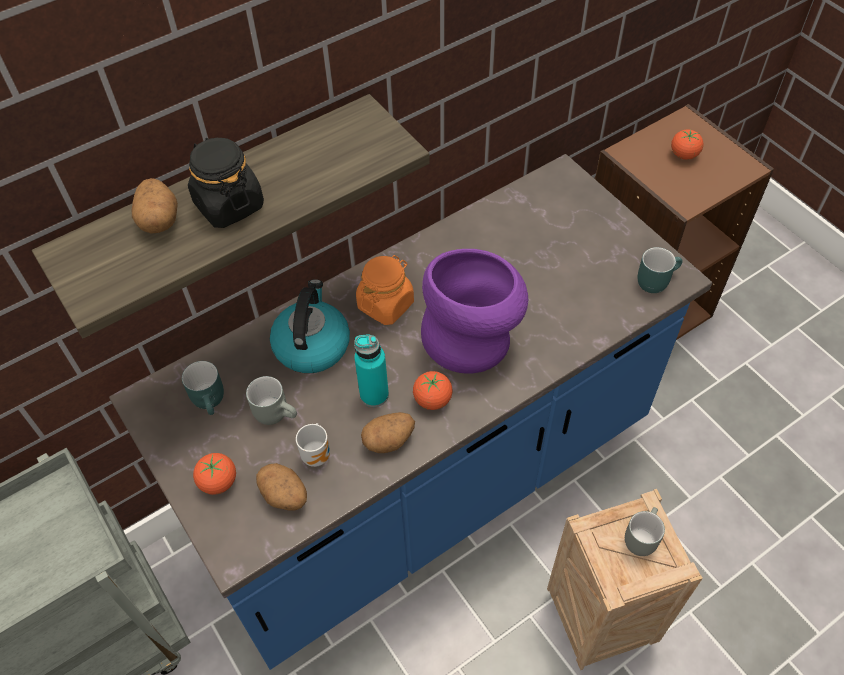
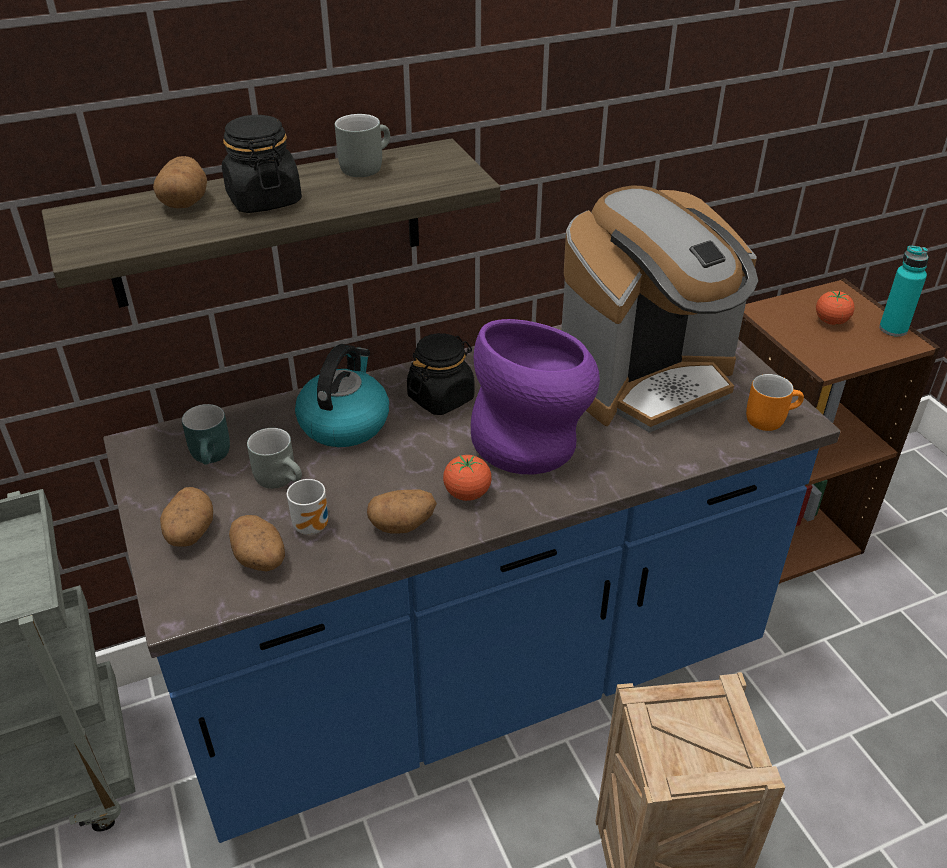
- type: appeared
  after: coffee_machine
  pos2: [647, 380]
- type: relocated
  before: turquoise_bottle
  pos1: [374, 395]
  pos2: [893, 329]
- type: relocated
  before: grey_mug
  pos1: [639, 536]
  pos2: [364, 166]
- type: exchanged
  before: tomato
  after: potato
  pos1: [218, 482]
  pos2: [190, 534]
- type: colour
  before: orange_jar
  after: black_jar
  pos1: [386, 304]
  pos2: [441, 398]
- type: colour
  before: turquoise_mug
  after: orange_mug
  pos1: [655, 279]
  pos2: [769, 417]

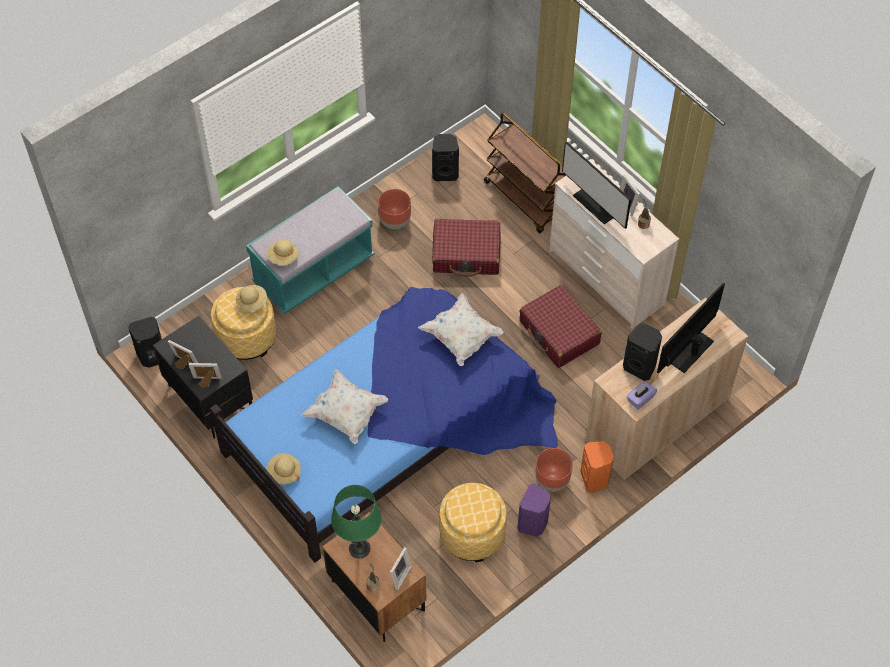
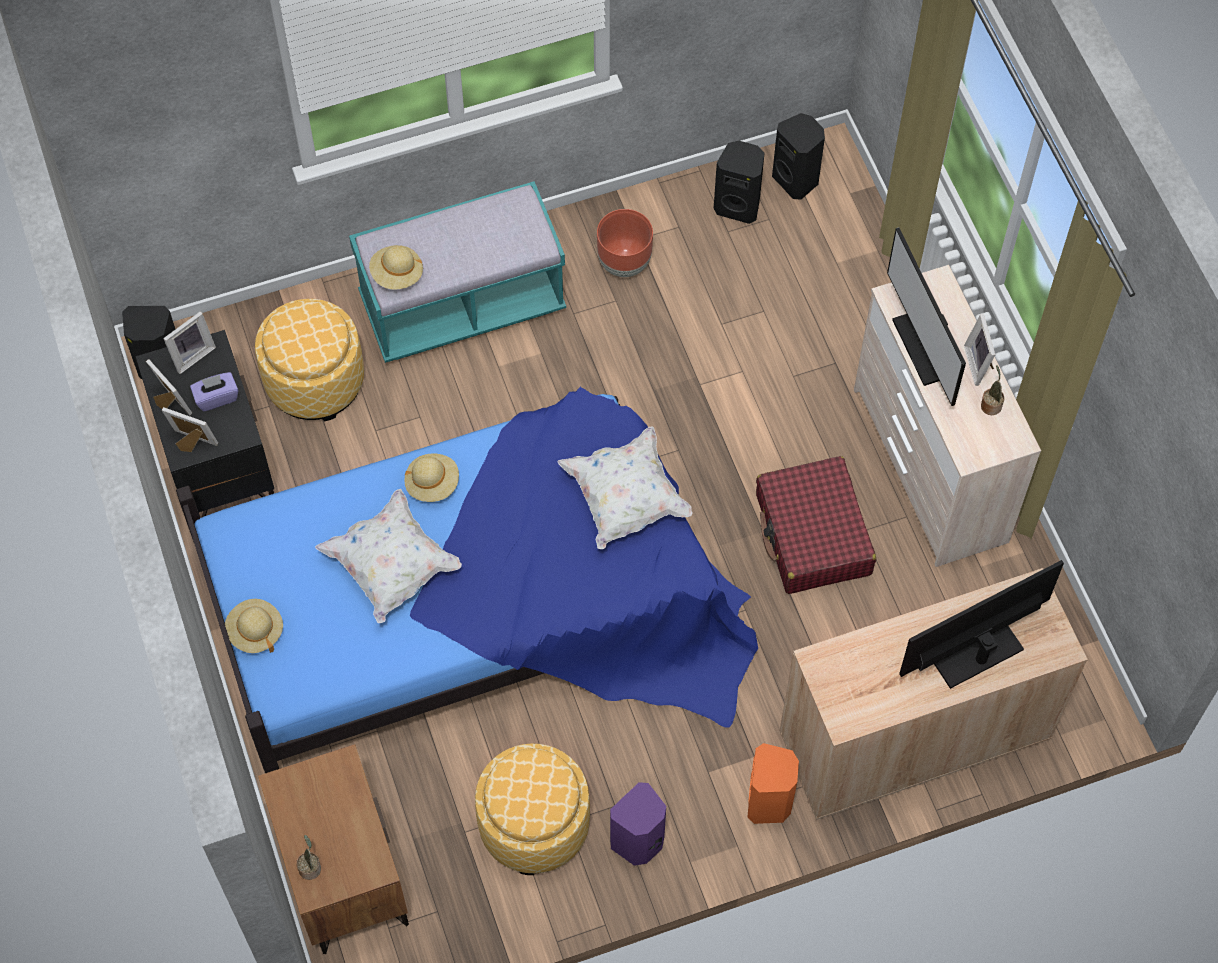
- type: missing
  before: green_table_lamp
  pos1: [359, 548]
- type: missing
  before: red_suitcase
  pos1: [466, 254]
- type: missing
  before: brown_cart
  pos1: [526, 199]
- type: missing
  before: brown_planter
  pos1: [551, 481]
- type: relocated
  before: beige_hat
  pos1: [252, 302]
  pos2: [432, 484]
- type: relocated
  before: picture_frame
  pos1: [398, 575]
  pos2: [191, 354]
- type: relocated
  before: black_speaker
  pos1: [640, 366]
  pos2: [796, 179]
- type: relocated
  before: purple_tissue_box
  pos1: [640, 399]
  pos2: [216, 397]

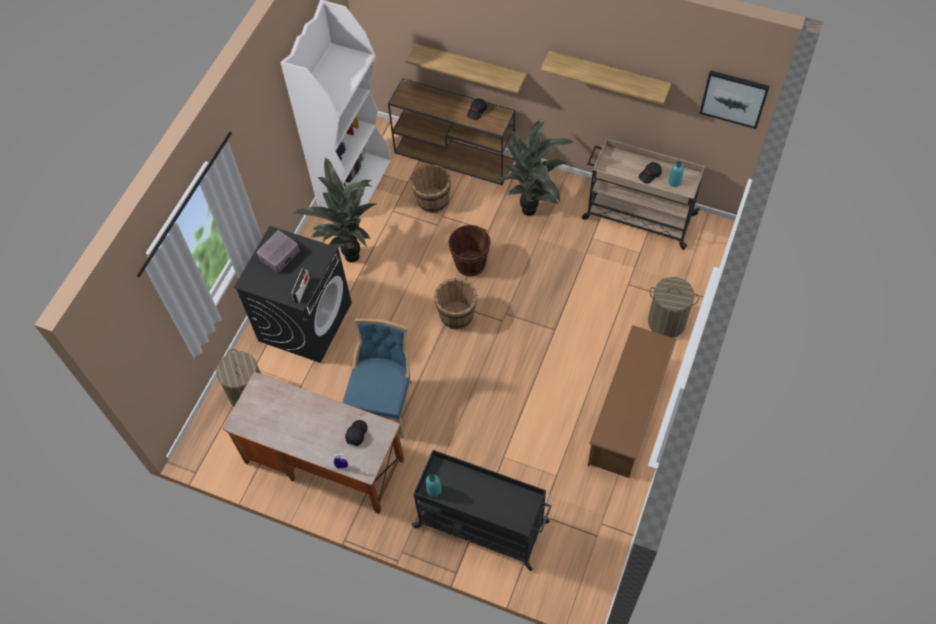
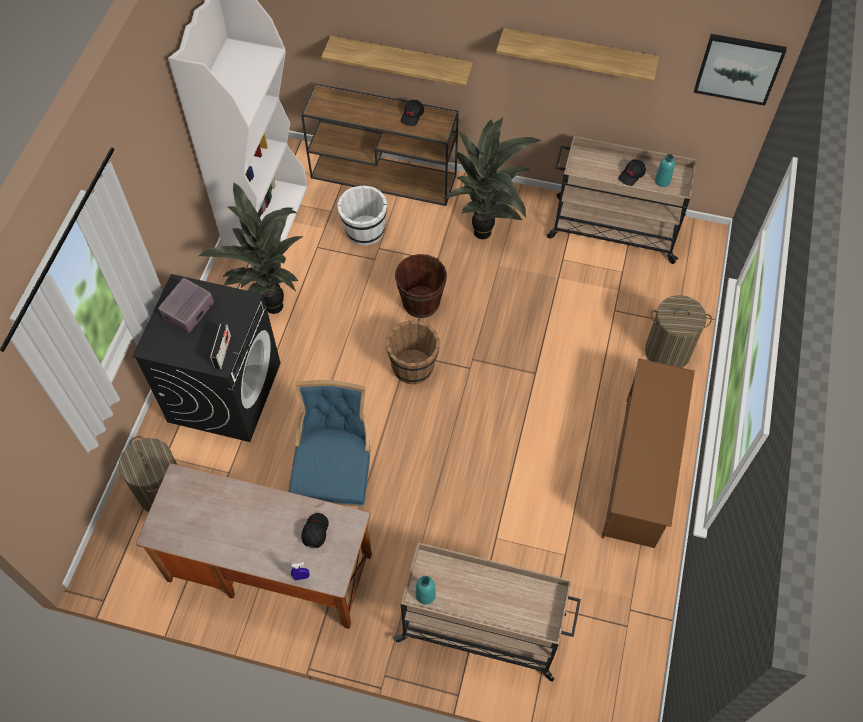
- type: colour
  before: brown_bucket
  after: white_bucket
  pos1: [432, 201]
  pos2: [364, 231]
- type: colour
  before: black_cart
  after: beige_cart
  pos1: [483, 525]
  pos2: [483, 628]

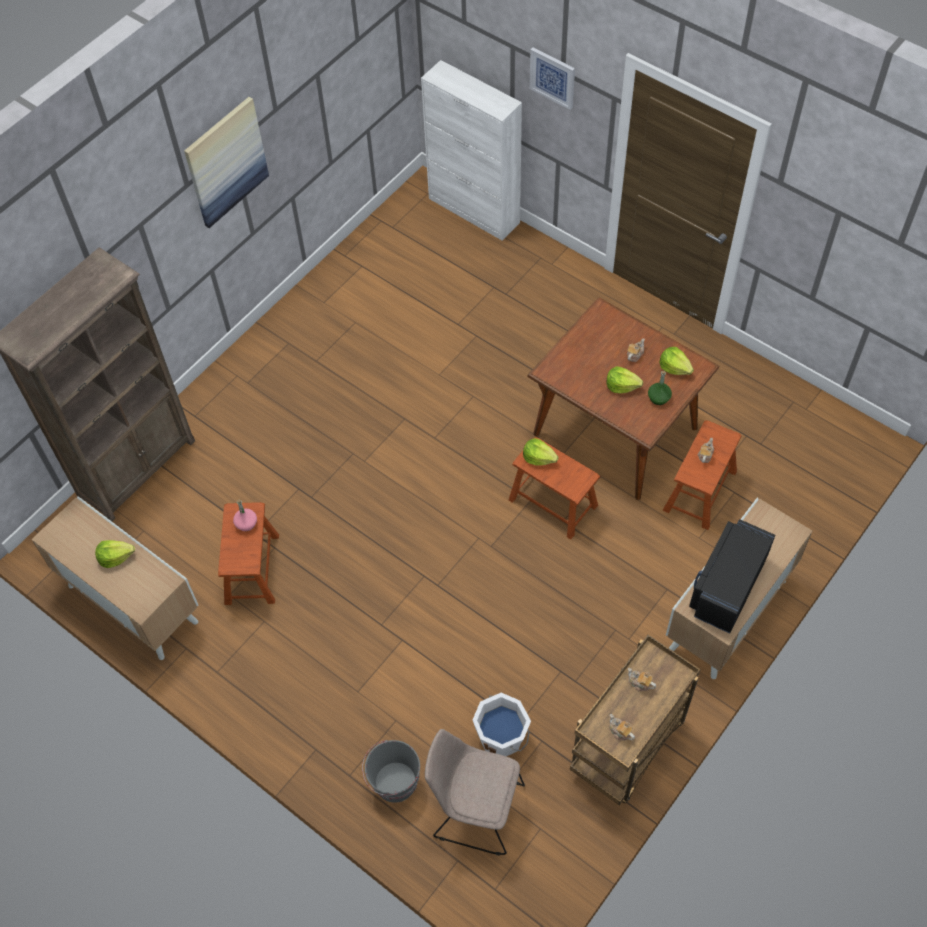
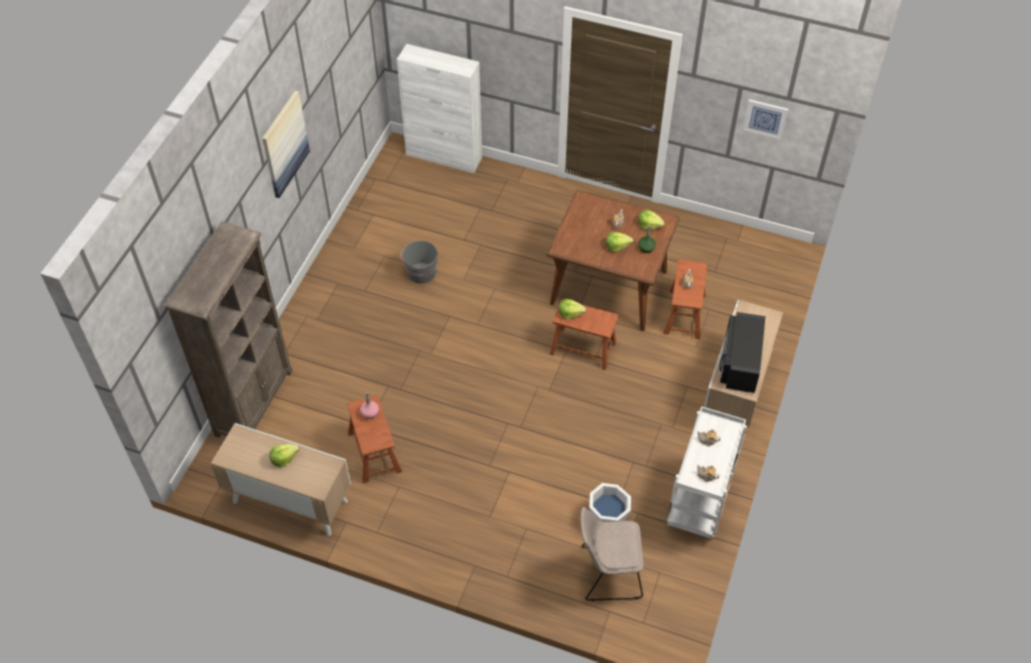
- type: relocated
  before: grey_bucket
  pos1: [394, 782]
  pos2: [421, 273]
- type: relocated
  before: picture
  pos1: [552, 77]
  pos2: [765, 118]
- type: colour
  before: brown_cart
  after: white_cart
  pos1: [628, 748]
  pos2: [700, 500]

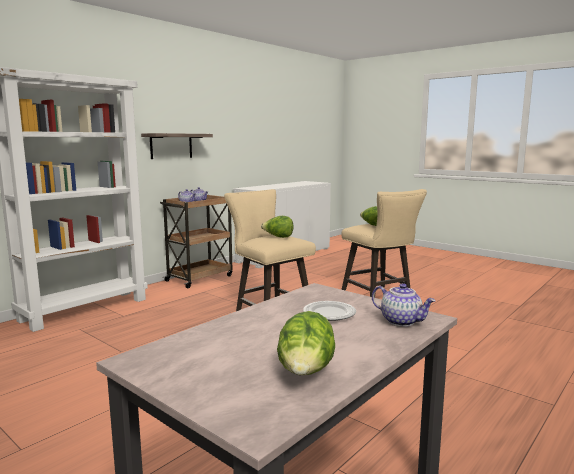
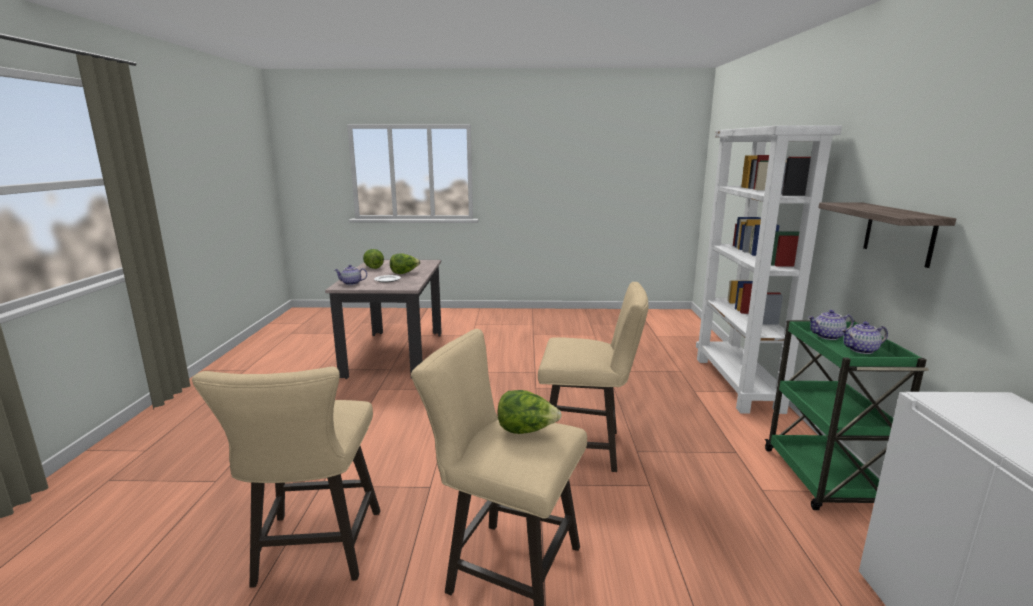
- type: appeared
  after: beige_stool
  pos2: [315, 553]
- type: relocated
  before: lettuce
  pos1: [278, 237]
  pos2: [404, 273]
- type: colour
  before: brown_cart
  after: green_cart
  pos1: [200, 278]
  pos2: [823, 480]

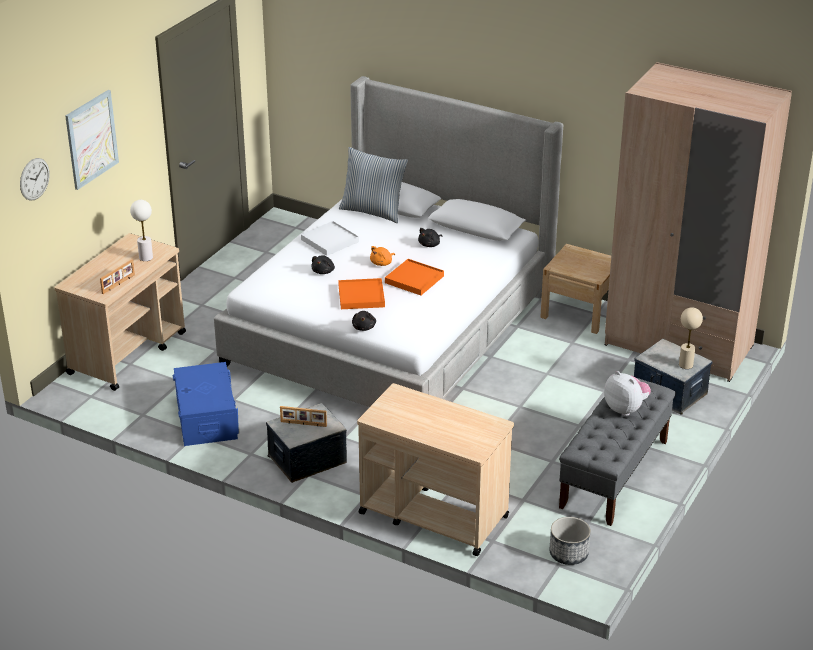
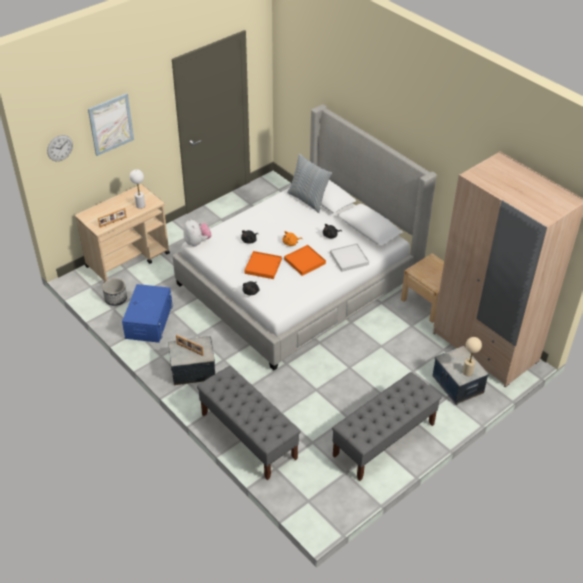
- type: relocated
  before: white_tray
  pos1: [329, 241]
  pos2: [349, 259]
- type: relocated
  before: planter
  pos1: [568, 554]
  pos2: [116, 299]
- type: relocated
  before: plush_toy
  pos1: [625, 409]
  pos2: [197, 242]
- type: exchanged
  before: beige_cart
  after: grey_bench
  pos1: [432, 514]
  pos2: [248, 436]

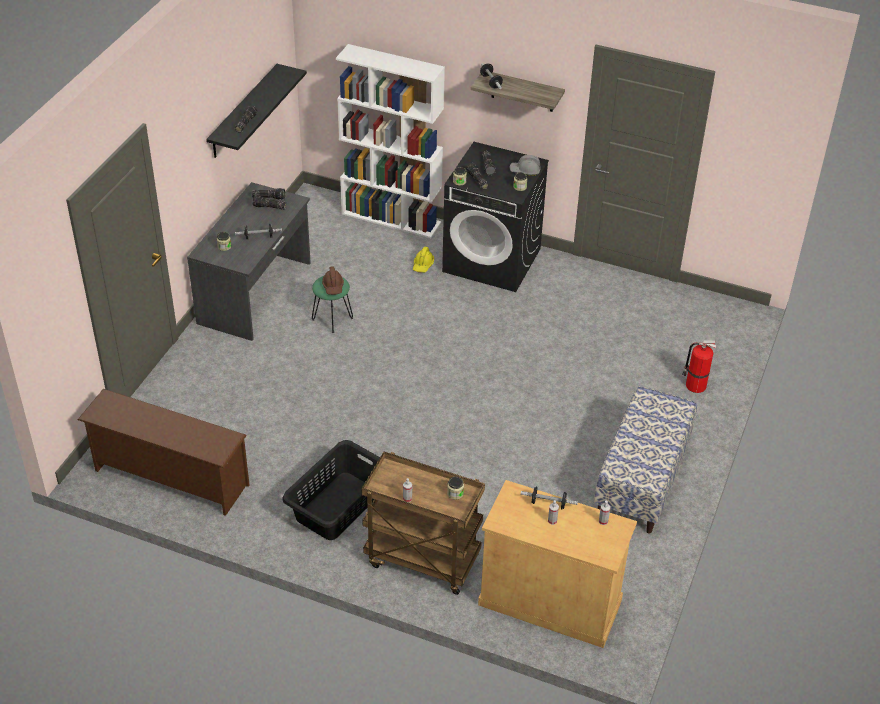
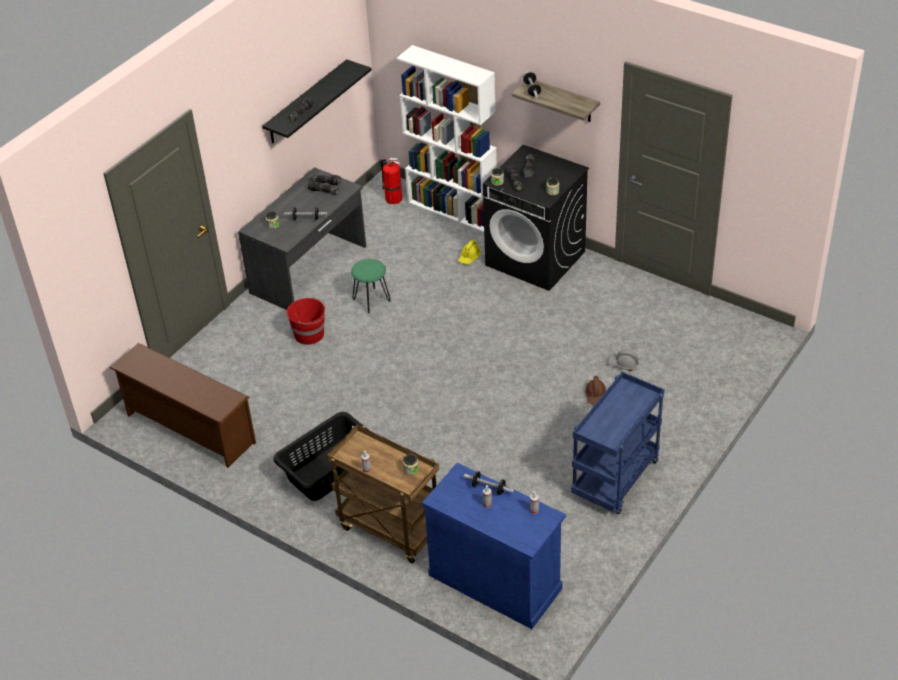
- type: appeared
  after: red_bucket
  pos2: [310, 334]
- type: relocated
  before: brown_hard_hat
  pos1: [333, 286]
  pos2: [595, 395]
- type: relocated
  before: grey_hard_hat
  pos1: [525, 171]
  pos2: [623, 364]
- type: relocated
  before: fire_extinguisher
  pos1: [694, 385]
  pos2: [392, 198]
- type: exchanged
  before: bench
  after: blue_cart
  pos1: [642, 480]
  pos2: [616, 481]
- type: colour
  before: beige_cabinet
  after: blue_cabinet
  pos1: [550, 602]
  pos2: [495, 581]

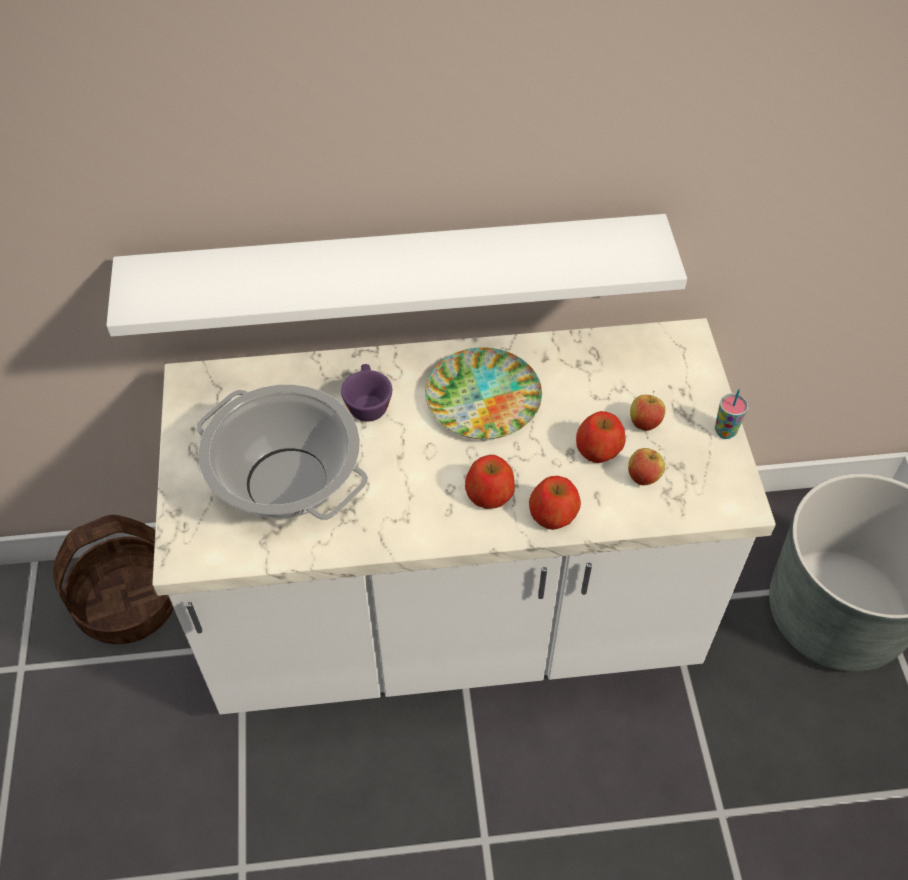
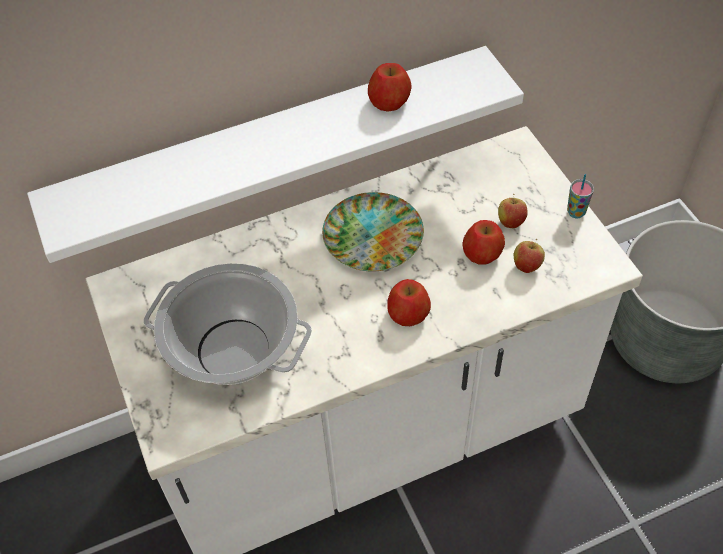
- type: missing
  before: basket
  pos1: [129, 601]
- type: missing
  before: purple_cup
  pos1: [367, 403]
- type: relocated
  before: apple
  pos1: [553, 514]
  pos2: [389, 101]

